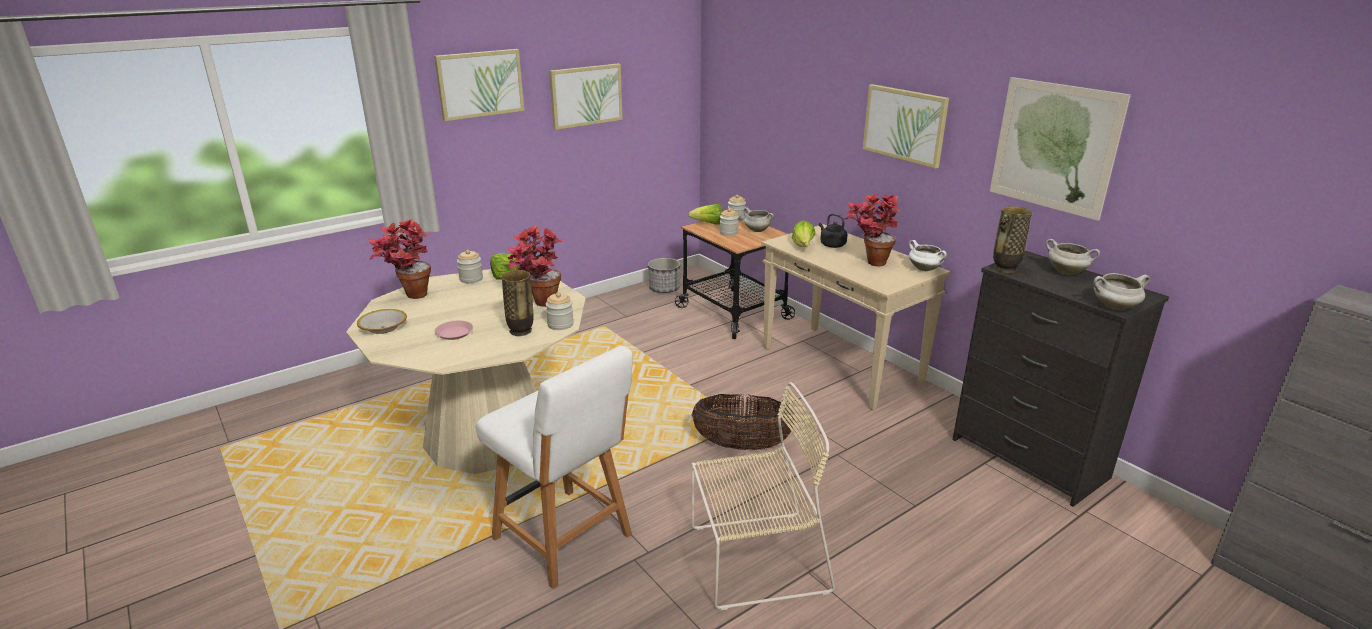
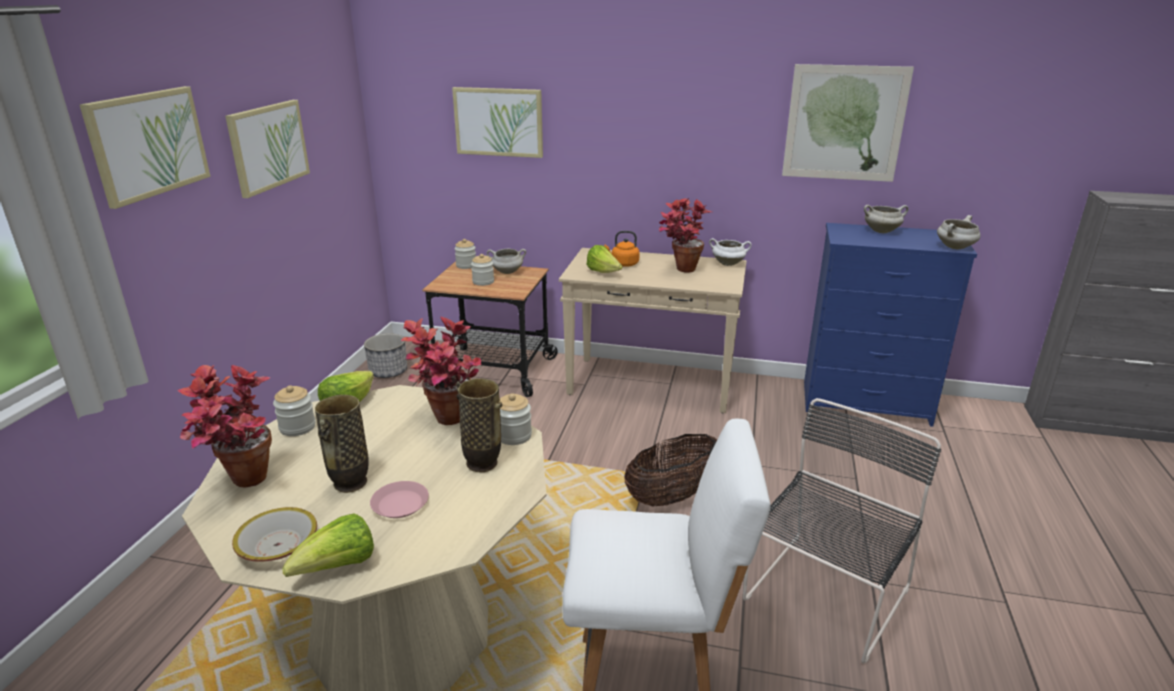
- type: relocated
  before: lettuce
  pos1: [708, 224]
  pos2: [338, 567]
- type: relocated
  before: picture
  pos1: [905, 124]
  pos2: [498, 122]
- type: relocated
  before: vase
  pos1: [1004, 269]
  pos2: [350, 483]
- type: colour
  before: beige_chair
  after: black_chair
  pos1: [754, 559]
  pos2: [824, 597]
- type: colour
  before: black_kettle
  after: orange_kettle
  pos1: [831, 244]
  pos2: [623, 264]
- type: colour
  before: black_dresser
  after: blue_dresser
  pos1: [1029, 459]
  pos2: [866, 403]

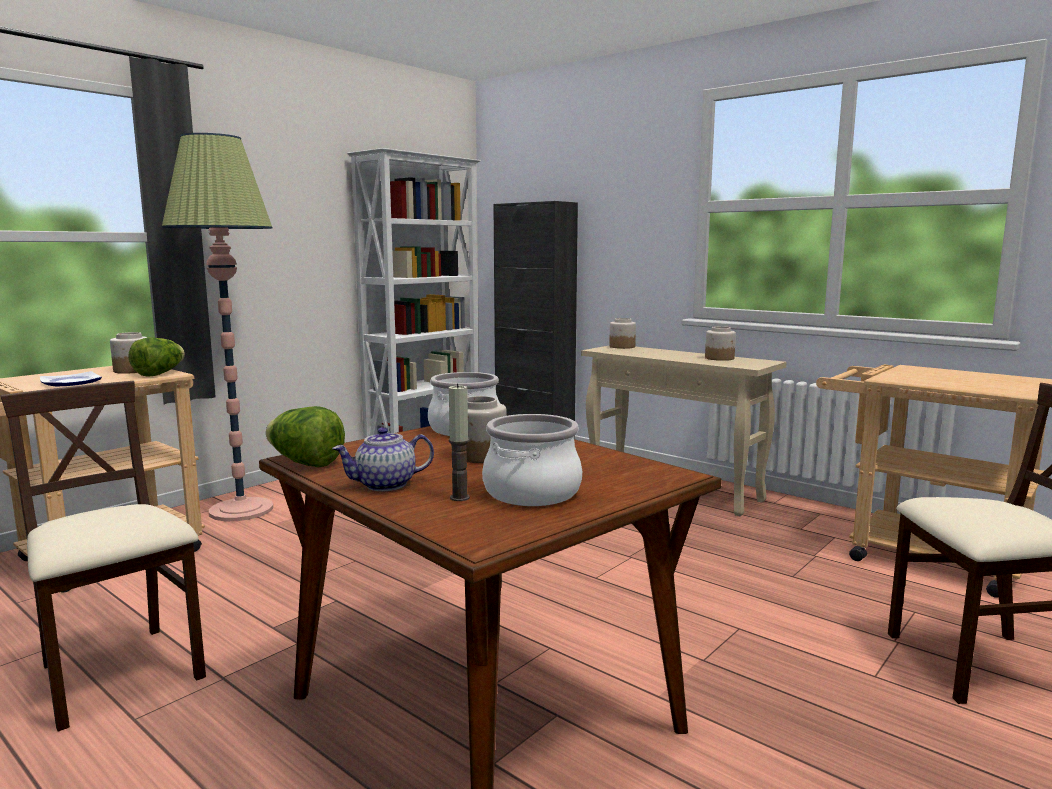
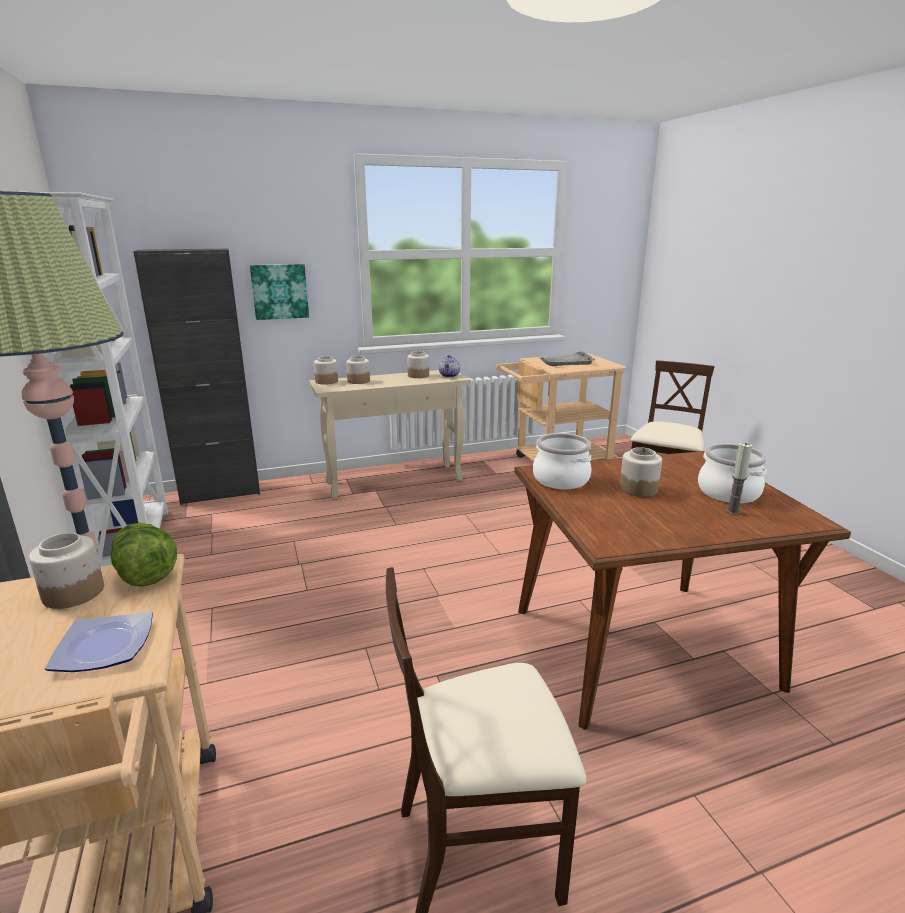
- type: missing
  before: lettuce
  pos1: [305, 463]
- type: appeared
  after: picture
  pos2: [279, 291]
- type: appeared
  after: jar
  pos2: [358, 381]
- type: appeared
  after: grey_tray
  pos2: [566, 361]
- type: relocated
  before: teapot
  pos1: [385, 485]
  pos2: [449, 375]

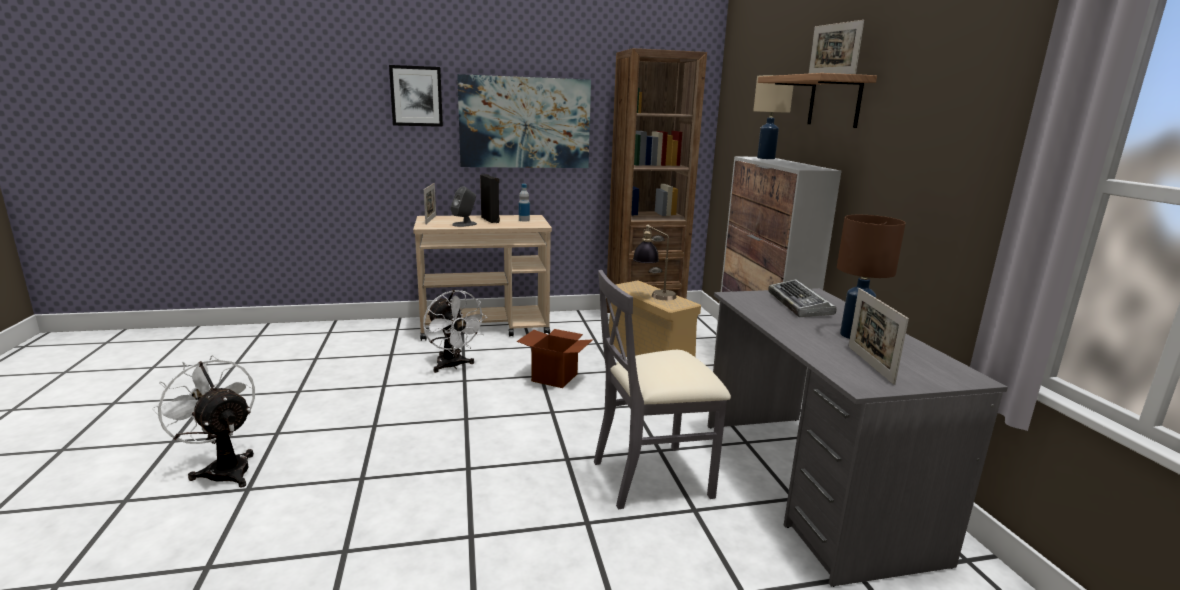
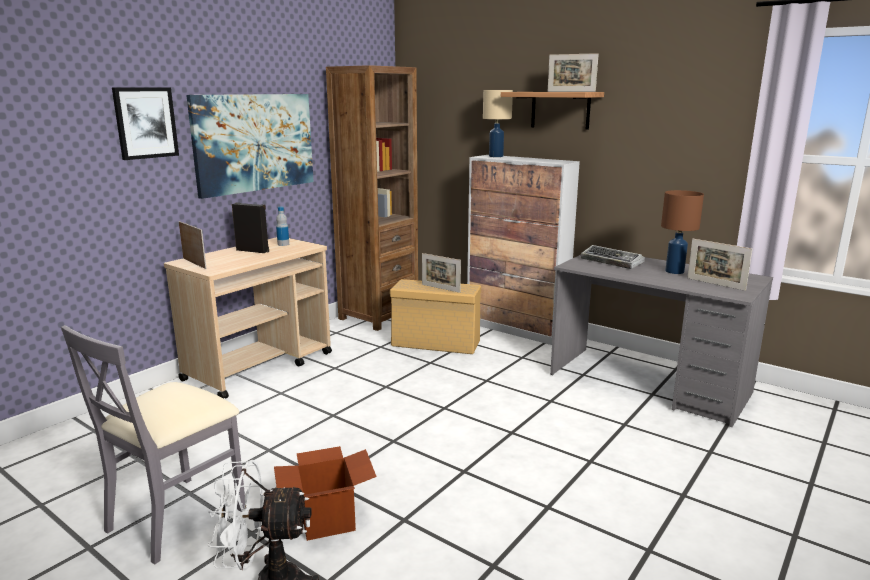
- type: missing
  before: white_fan
  pos1: [453, 366]
- type: missing
  before: grey_speaker
  pos1: [464, 224]
- type: relocated
  before: cardboard_box
  pos1: [554, 377]
  pos2: [328, 519]
- type: relocated
  before: grey_chair
  pos1: [653, 476]
  pos2: [176, 516]
- type: exchanged
  before: table_lamp
  after: picture_frame
  pos1: [653, 297]
  pos2: [440, 288]

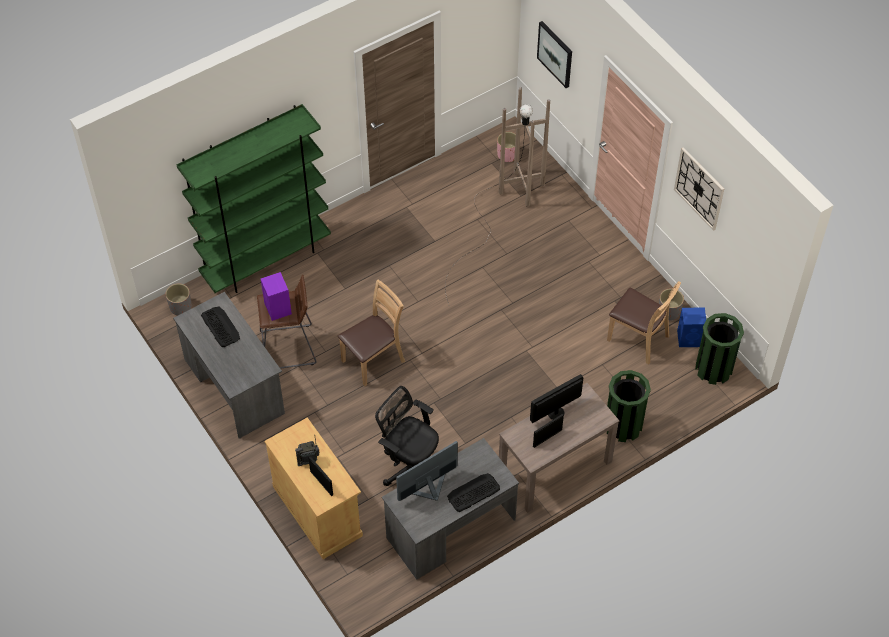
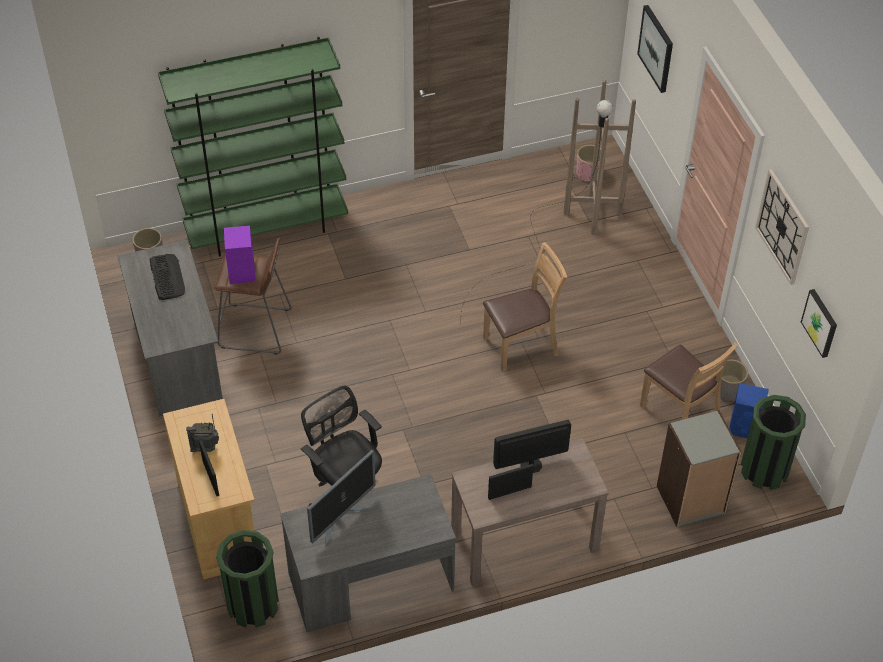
- type: missing
  before: keyboard
  pos1: [473, 493]
- type: appeared
  after: grey_bookcase
  pos2: [691, 500]
- type: appeared
  after: picture
  pos2: [820, 322]
- type: relocated
  before: brown_chair
  pos1: [373, 360]
  pos2: [521, 345]
- type: relocated
  before: green_trash_can
  pos1: [623, 426]
  pos2: [252, 605]
- type: spun
  before: monitor
  pos1: [429, 489]
  pos2: [341, 518]
  turn: 150

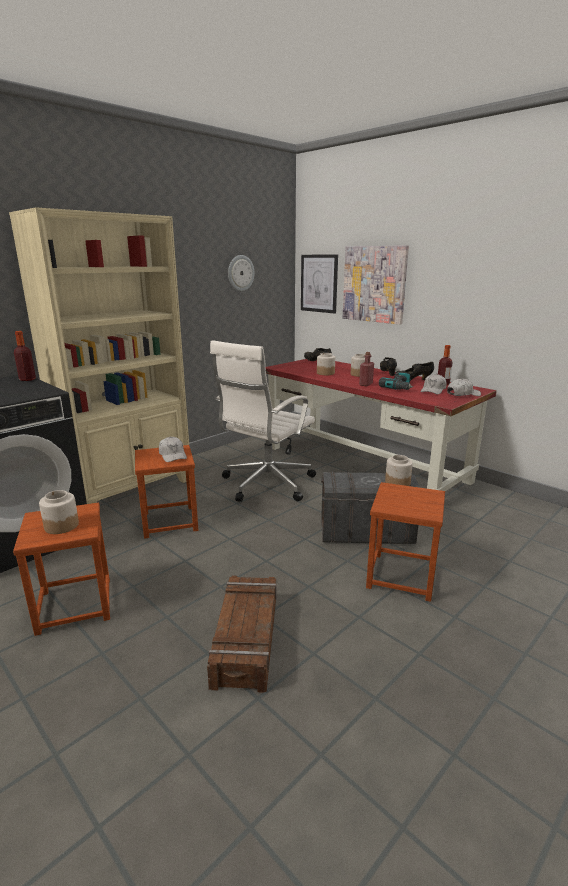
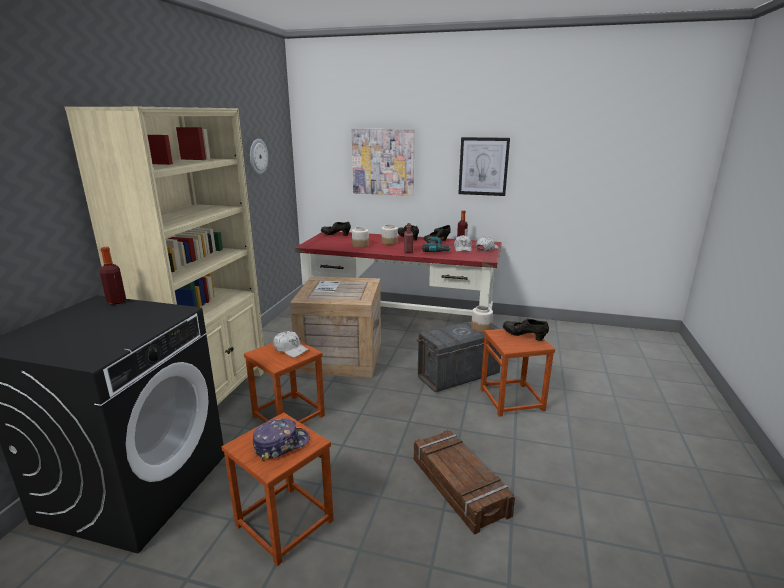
- type: appeared
  after: black_shoe
  pos2: [524, 336]
- type: relocated
  before: picture
  pos1: [319, 283]
  pos2: [483, 166]
- type: exchanged
  before: jar
  after: cap
  pos1: [61, 525]
  pos2: [281, 444]
- type: exchanged
  before: white_office_chair
  after: crate
  pos1: [266, 484]
  pos2: [339, 357]

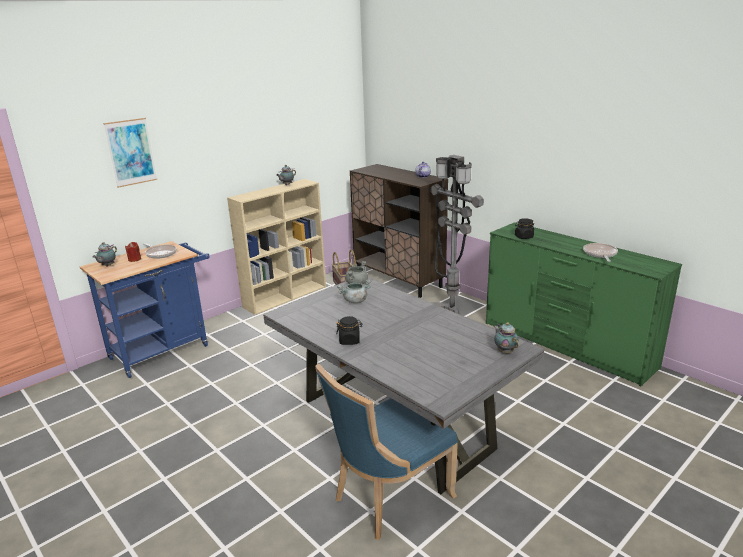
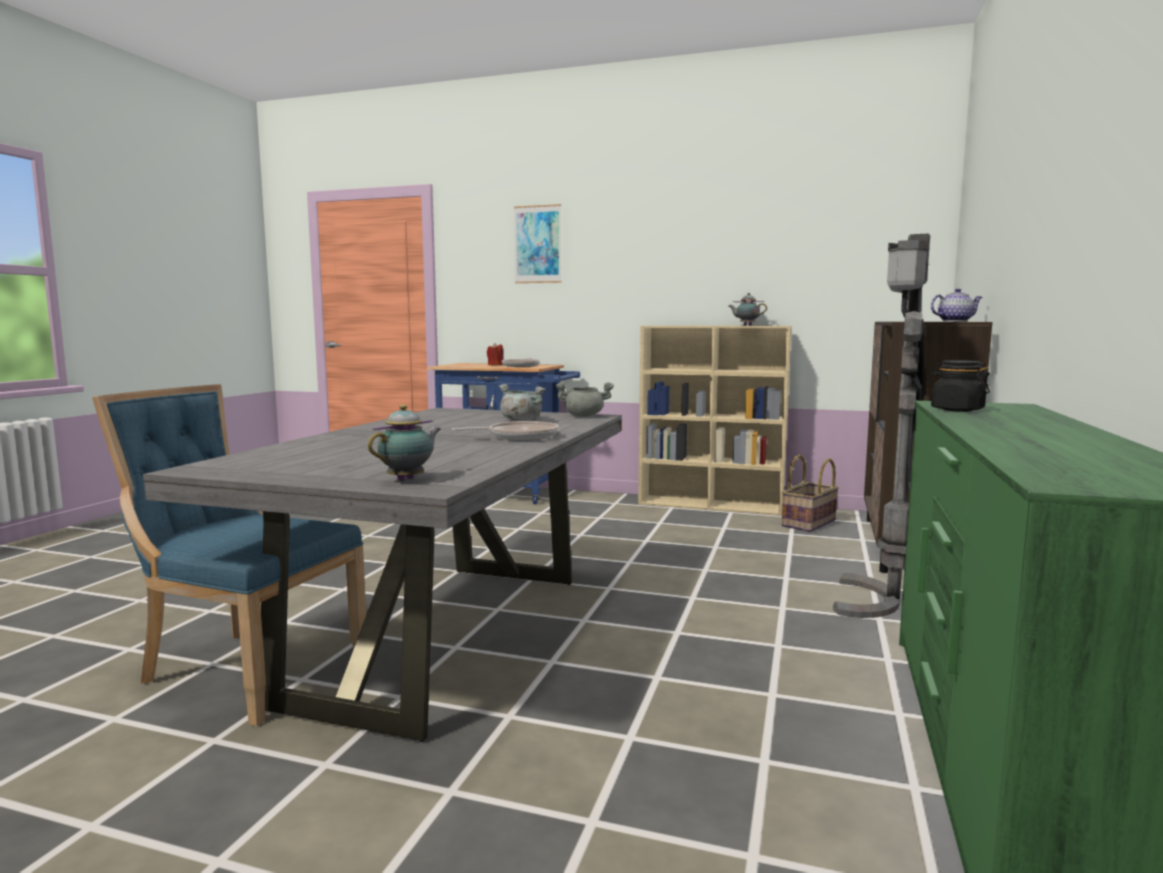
- type: missing
  before: teapot
  pos1: [107, 266]
- type: missing
  before: black_jar
  pos1: [349, 340]
- type: relocated
  before: frying_pan
  pos1: [600, 254]
  pos2: [518, 437]

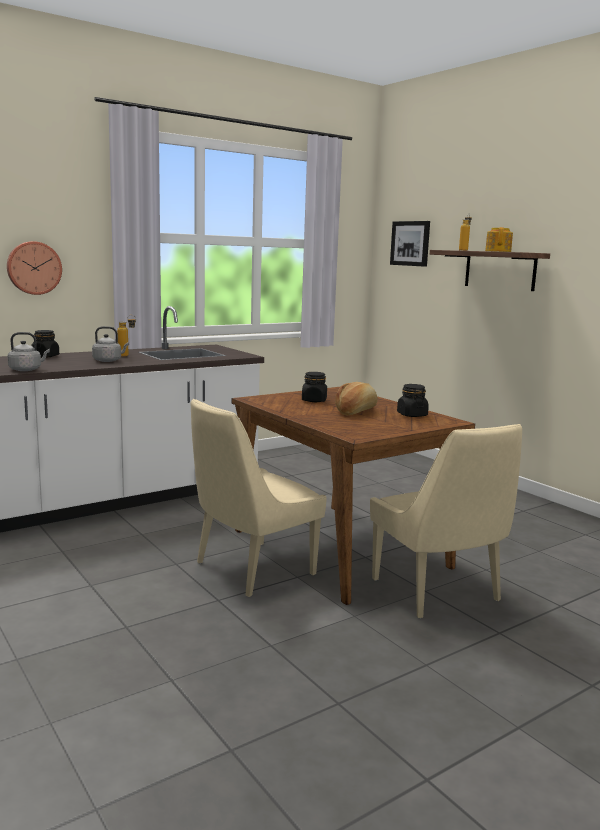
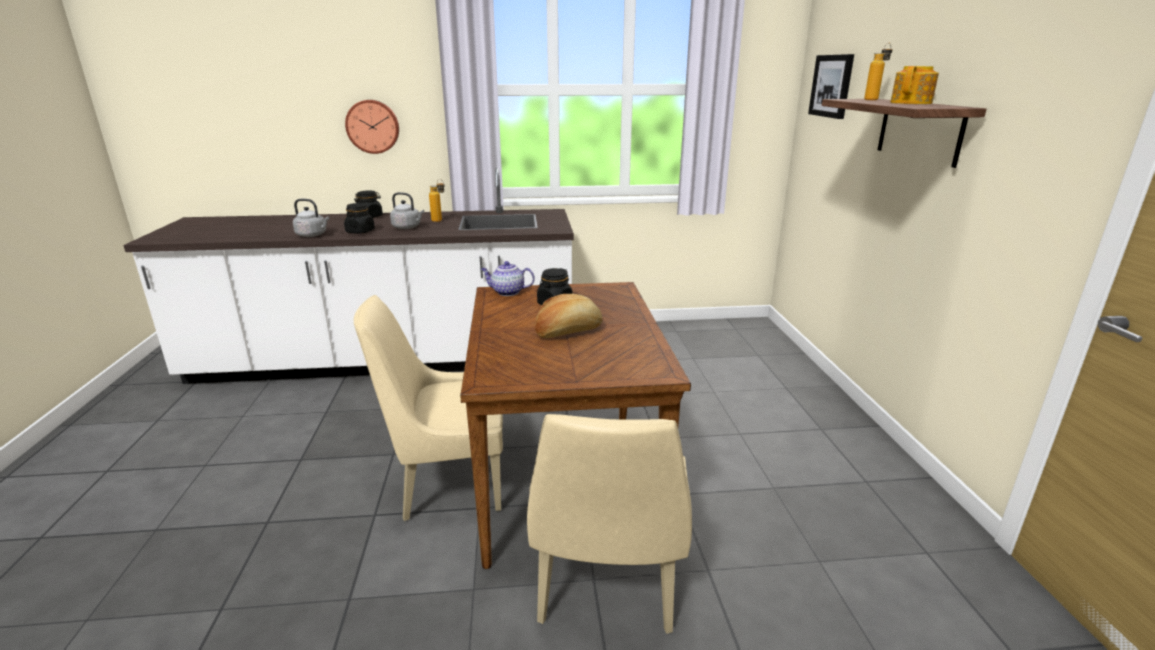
- type: appeared
  after: teapot
  pos2: [507, 292]
- type: relocated
  before: black_jar
  pos1: [412, 415]
  pos2: [360, 231]

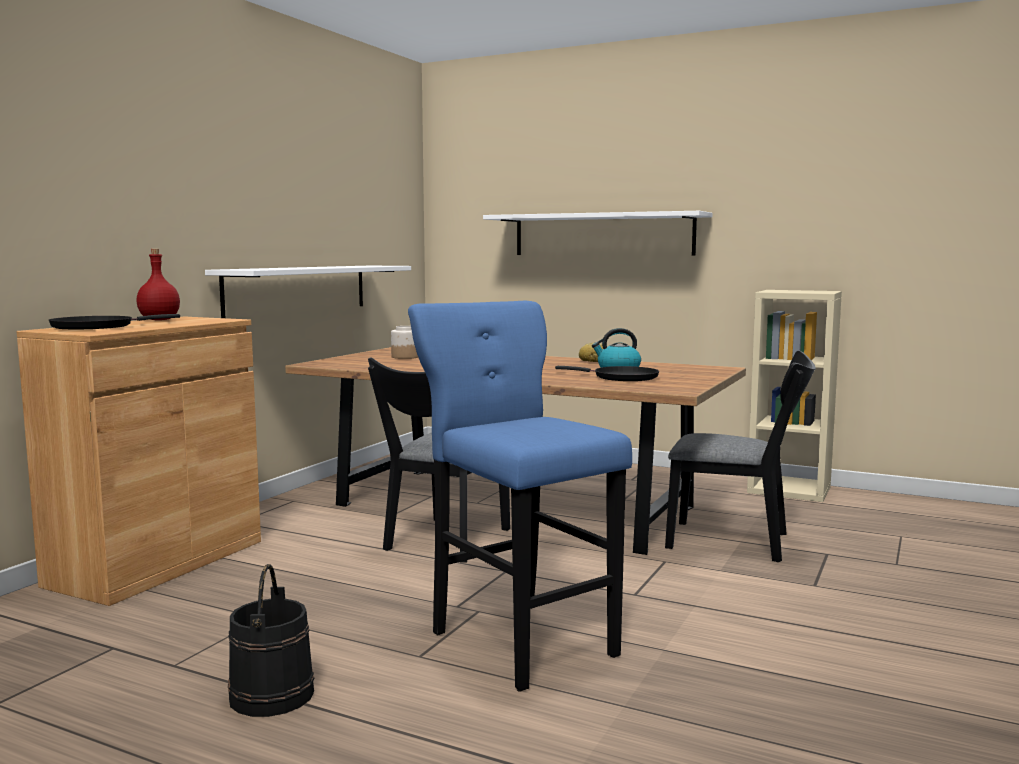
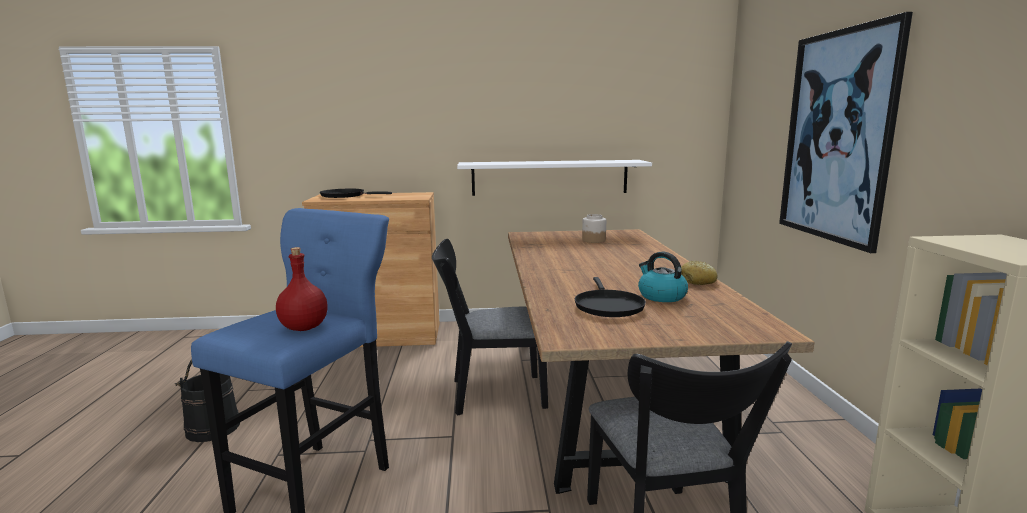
- type: relocated
  before: red_bottle
  pos1: [158, 320]
  pos2: [303, 327]
- type: exchanged
  before: white_shelf
  after: picture
  pos1: [602, 235]
  pos2: [836, 136]

